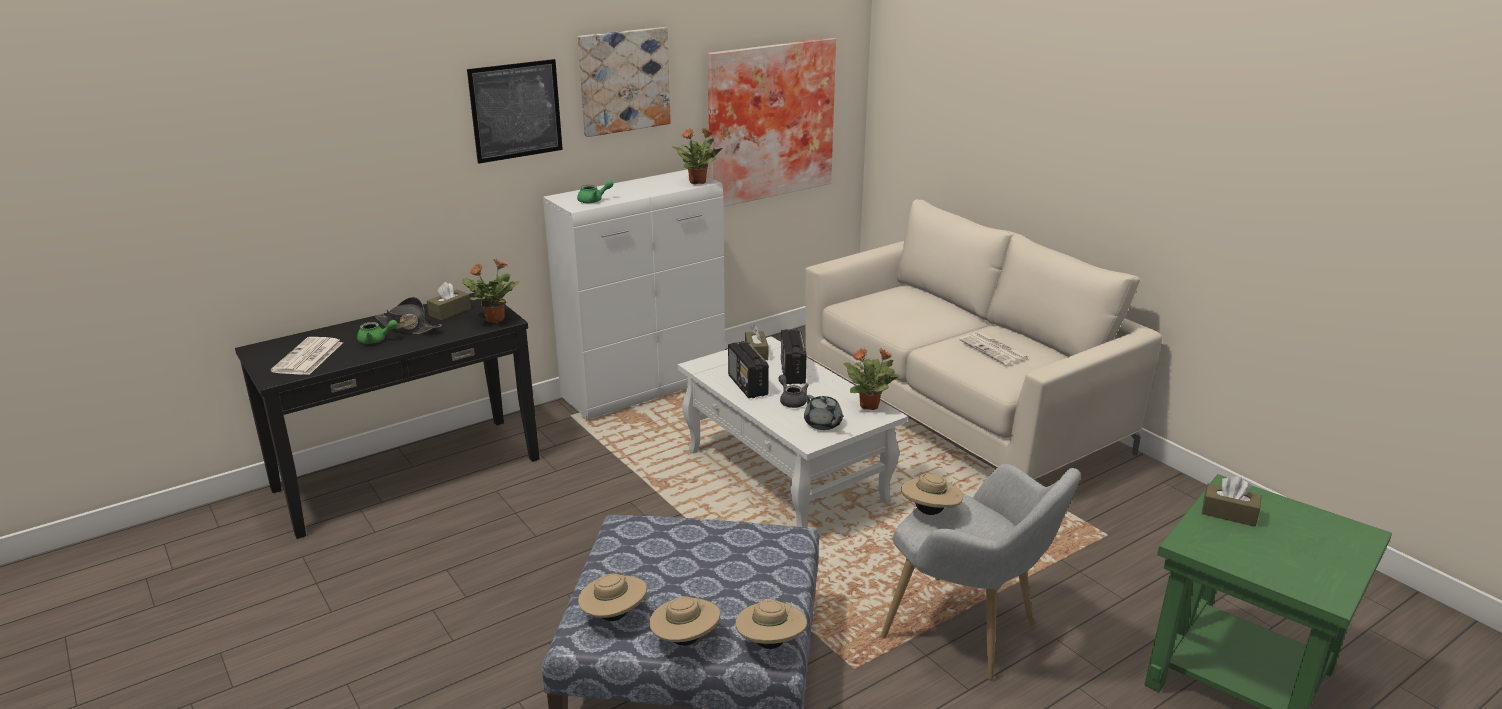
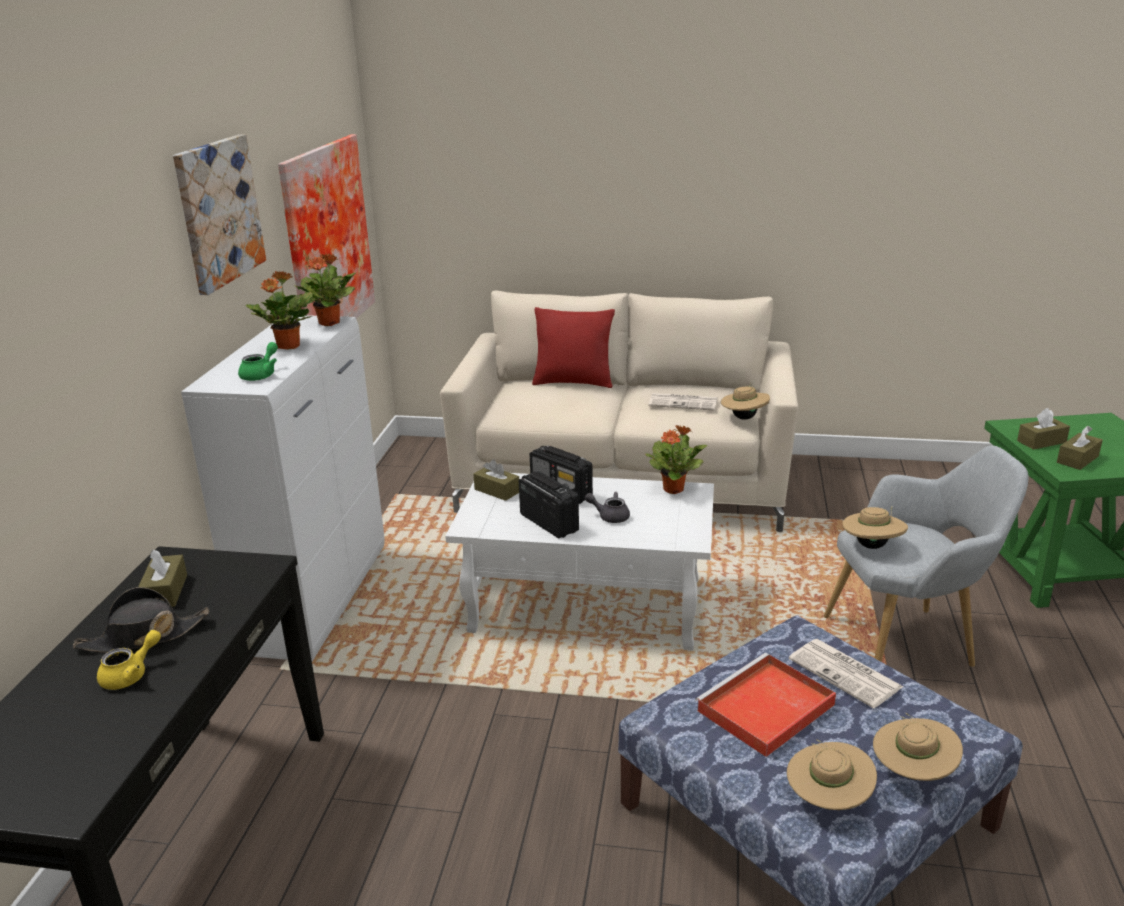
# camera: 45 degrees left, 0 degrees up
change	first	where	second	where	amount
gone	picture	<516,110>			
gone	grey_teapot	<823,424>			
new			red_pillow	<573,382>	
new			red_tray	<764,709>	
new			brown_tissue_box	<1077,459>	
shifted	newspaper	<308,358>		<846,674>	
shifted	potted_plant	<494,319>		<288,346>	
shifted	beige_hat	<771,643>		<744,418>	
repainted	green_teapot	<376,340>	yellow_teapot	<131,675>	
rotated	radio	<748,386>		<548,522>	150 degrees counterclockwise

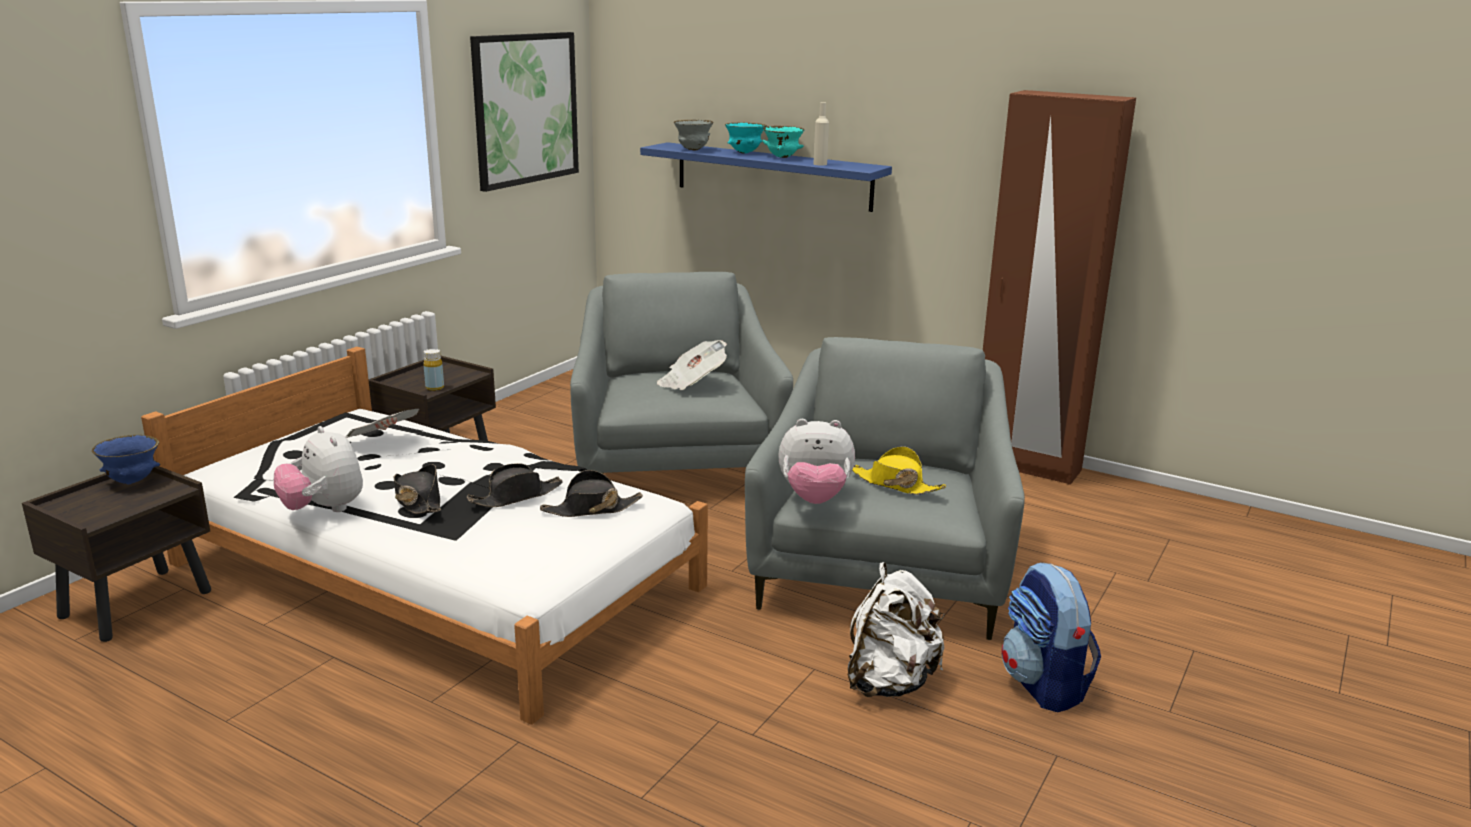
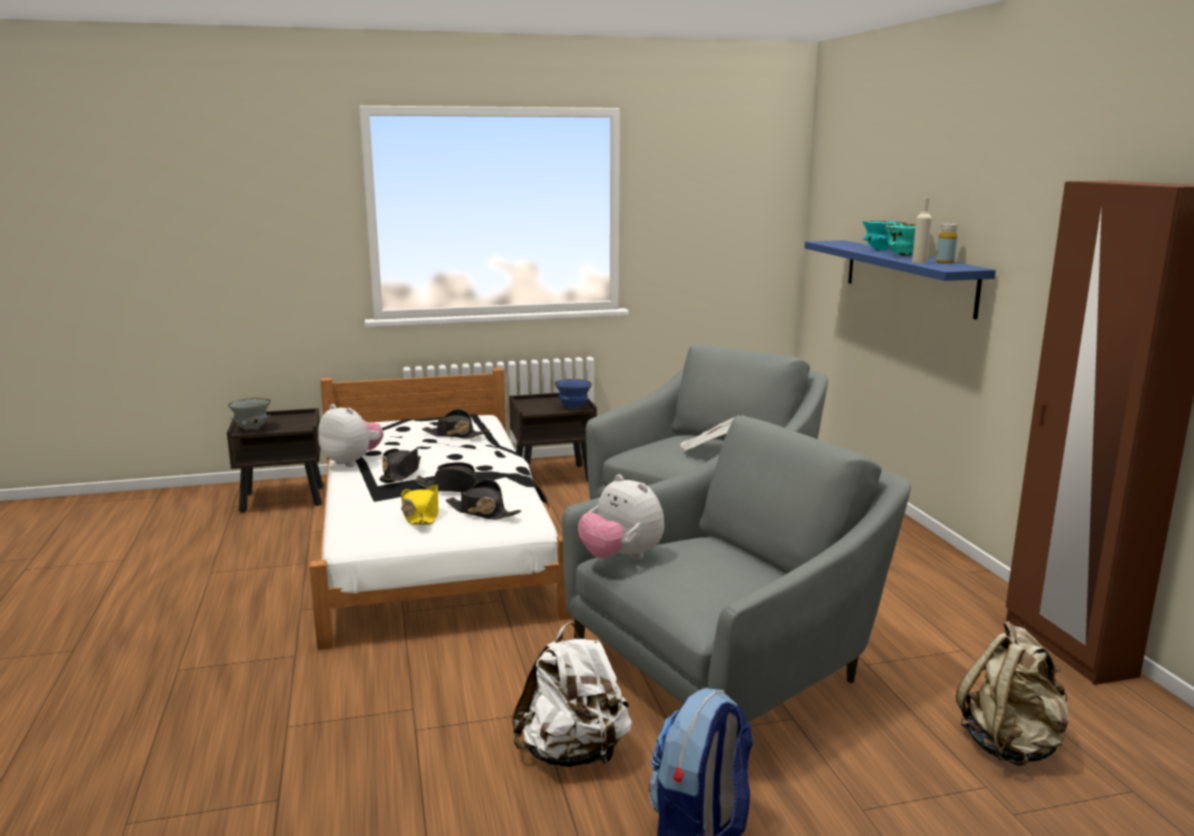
# camera: 45 degrees right, 5 degrees down
change	first	where	second	where	amount
gone	picture	<525,109>			
new			beige_backpack	<1011,745>	
shifted	blue_bowl	<132,481>		<573,407>	
shifted	yellow_bottle	<435,388>		<945,262>	
shifted	grey_bowl	<693,150>		<252,429>	
shifted	yellow_hat	<895,484>		<421,514>	
swapped	newspaper	<384,442>	black_hat	<455,435>	
rotated	plush_toy	<324,509>		<352,461>	120 degrees clockwise

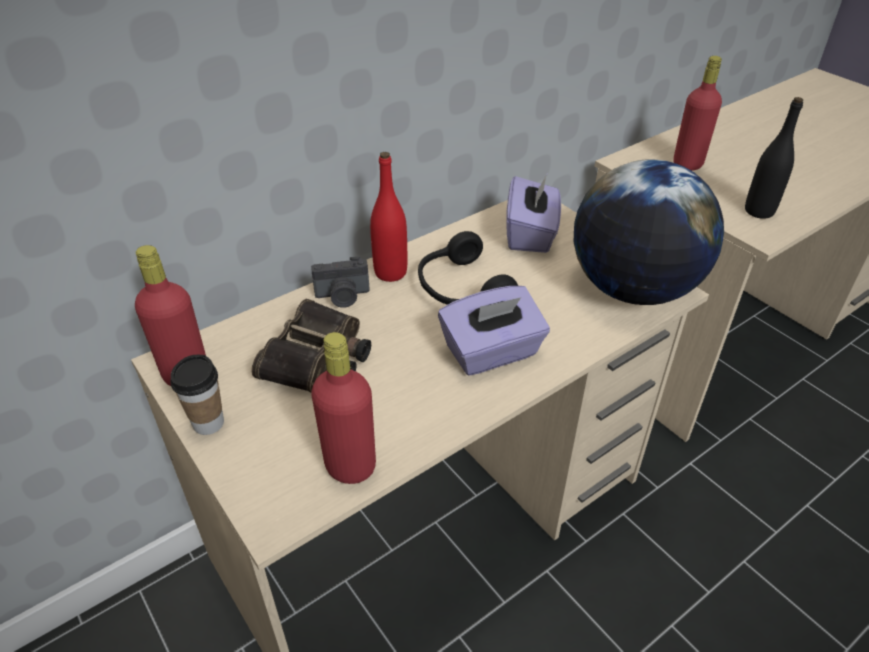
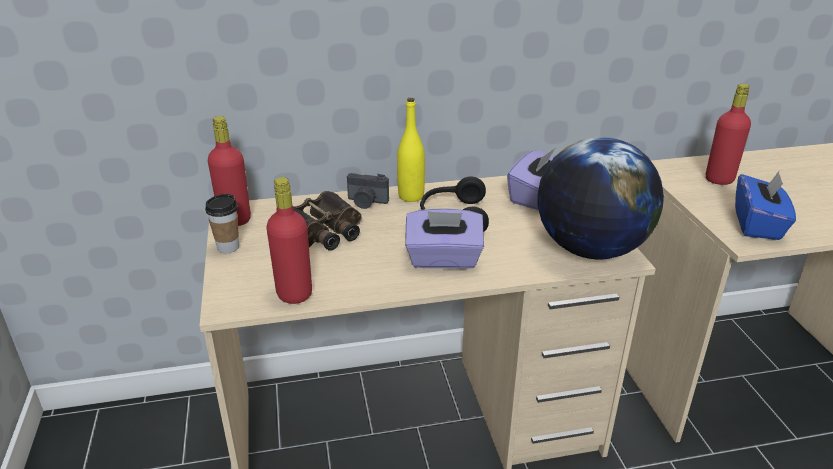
# camera: 25 degrees right, 10 degrees down
change	first	where	second	where	amount
swapped	black_bottle	<759,211>	blue_tissue_box	<758,225>	
repainted	red_bottle	<390,272>	yellow_bottle	<411,196>	

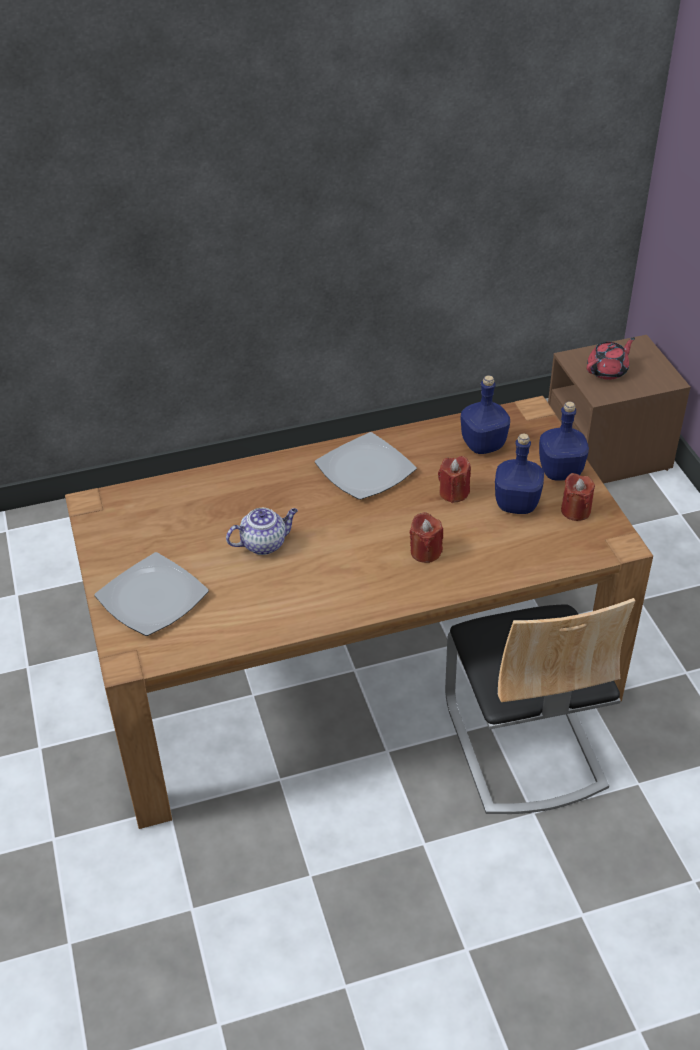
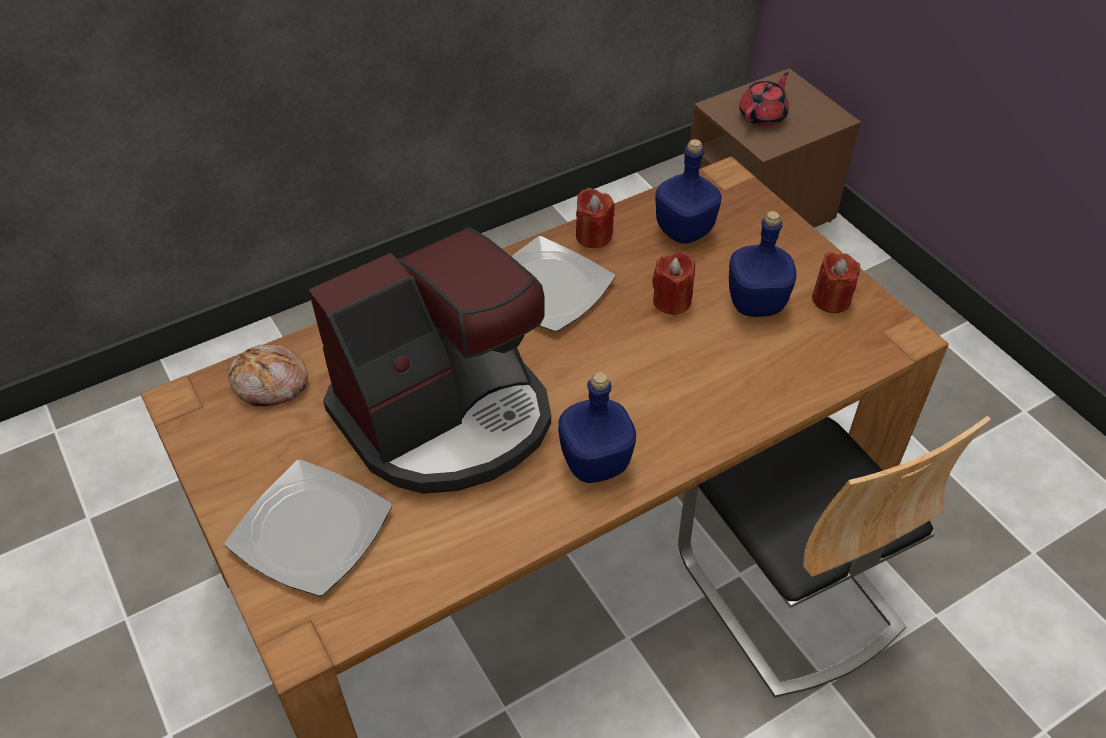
# camera: 15 degrees left, 5 degrees up
change	first	where	second	where	amount
new			bread	<270,384>	
shifted	red_candle	<425,552>		<593,236>	
shifted	blue_bottle	<560,472>		<596,464>	
swapped	teapot	<264,543>	coffee_machine	<446,417>	

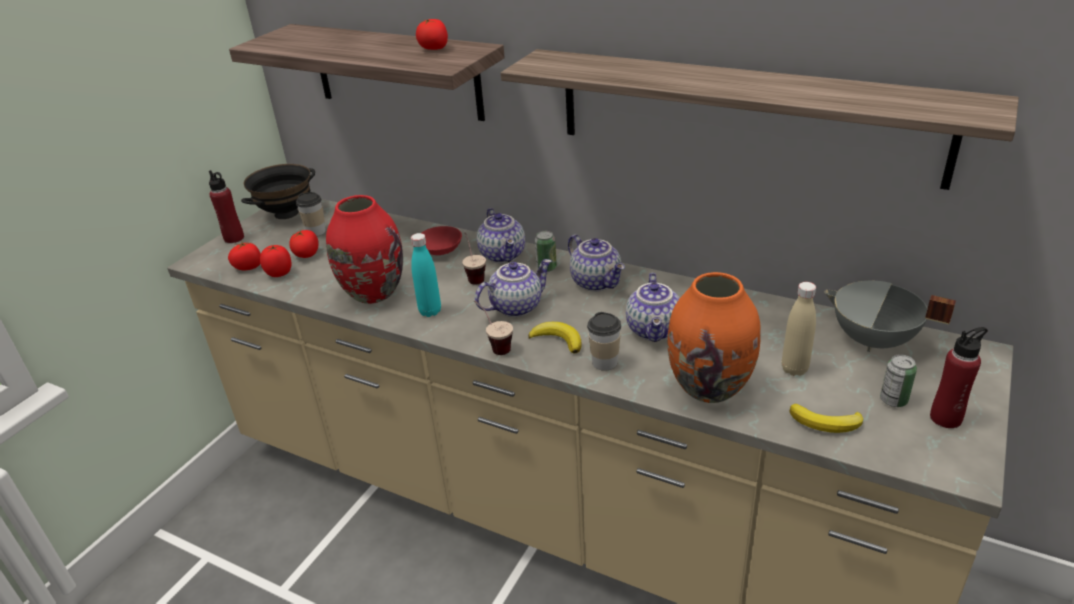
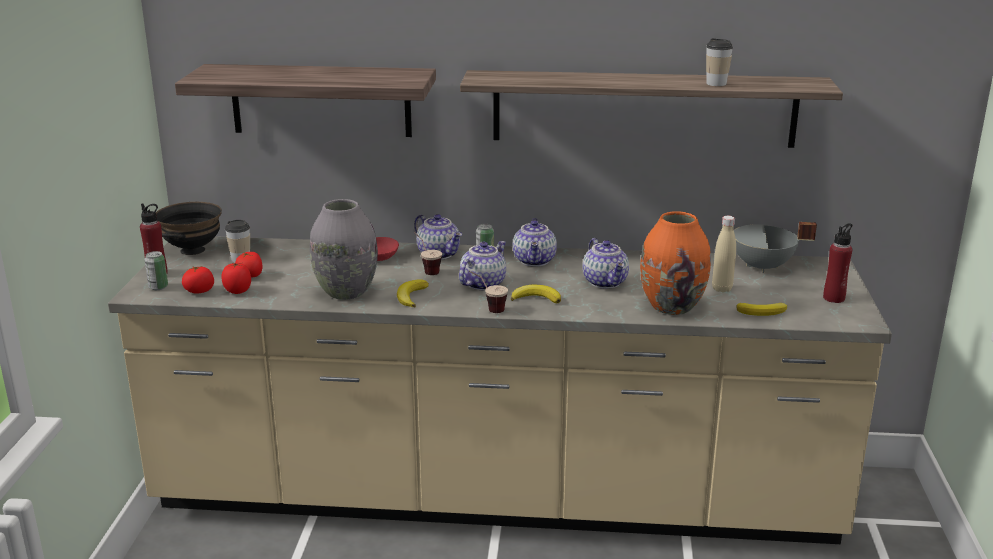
# camera: 25 degrees left, 10 degrees down
change	first	where	second	where	amount
gone	tomato	<434,49>			
shifted	cup	<604,362>		<716,83>	
shifted	can	<893,400>		<158,287>	
swapped	turquoise_bottle	<430,311>	banana	<411,296>	
repainted	red_vase	<373,292>	grey_vase	<345,292>	
rotated	teapot	<597,282>		<535,261>	60 degrees clockwise

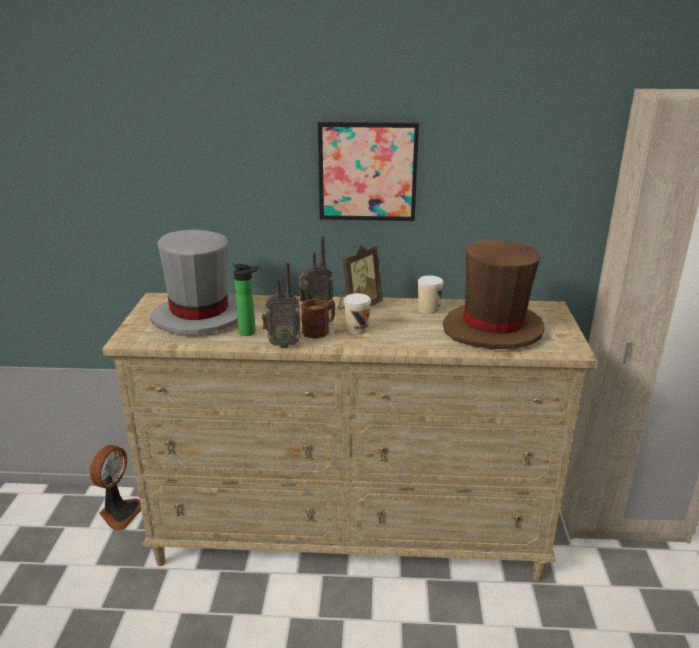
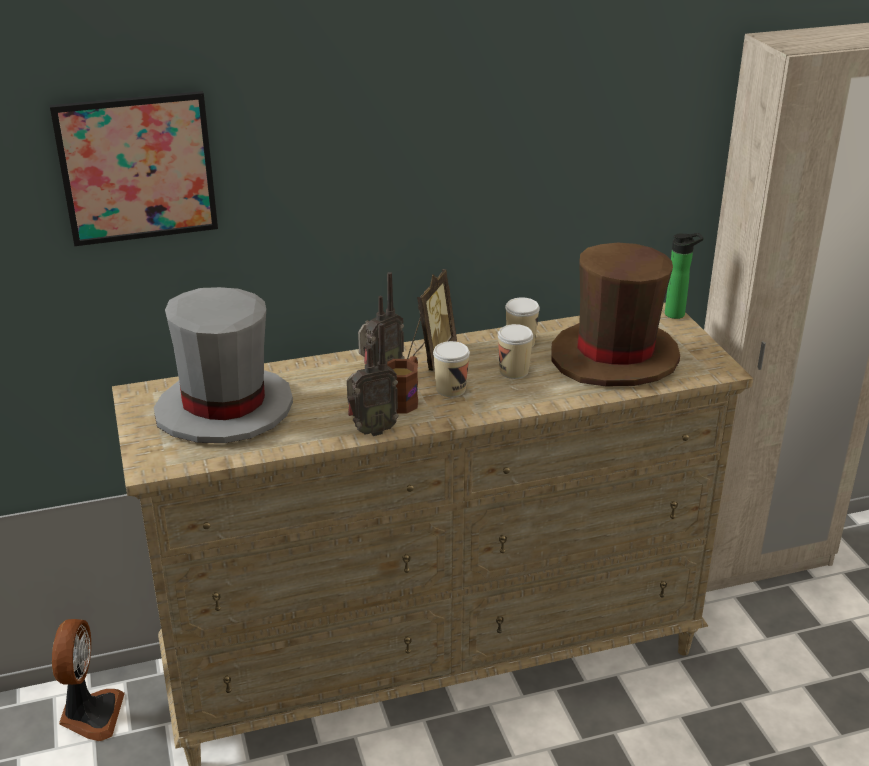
# camera: 20 degrees left, 5 degrees up
change	first	where	second	where	amount
new			cup	<514,371>	
shifted	bottle	<250,332>		<677,314>	
shifted	picture	<367,172>		<137,168>	

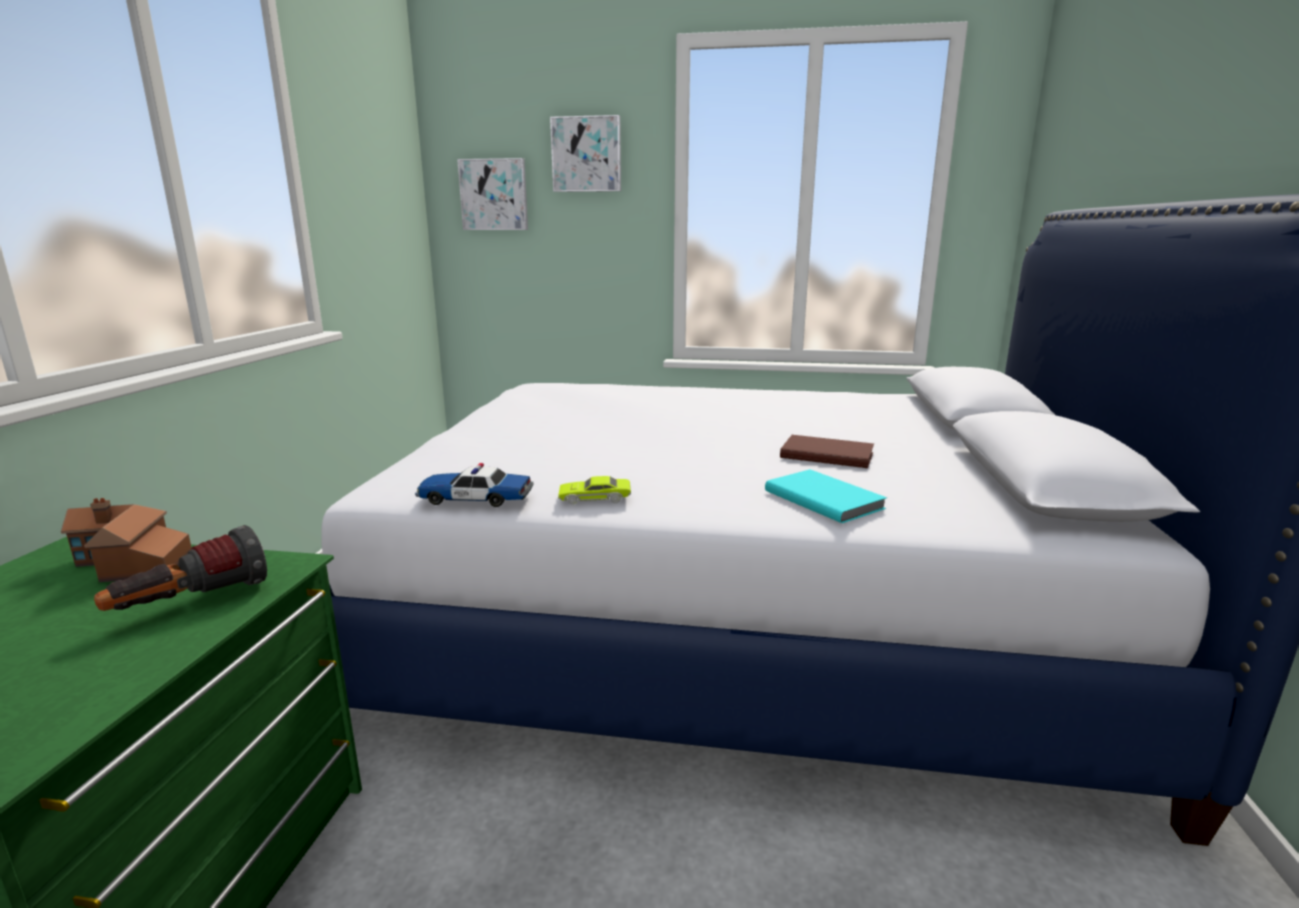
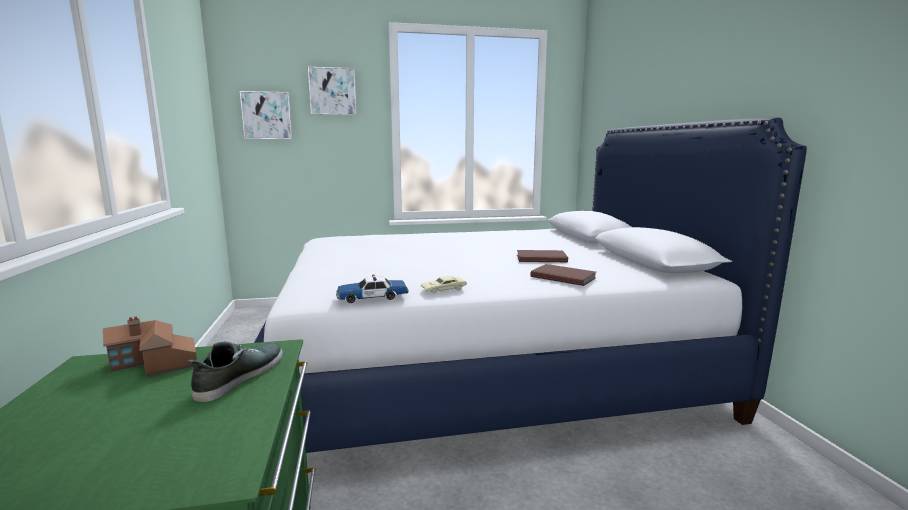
# camera: 20 degrees left, 5 degrees down
change	first	where	second	where	amount
swapped	flashlight	<191,604>	shoe	<239,376>	
repainted	green_toy_car	<595,498>	beige_toy_car	<443,289>	
repainted	turquoise_book	<824,499>	brown_book	<563,277>	

